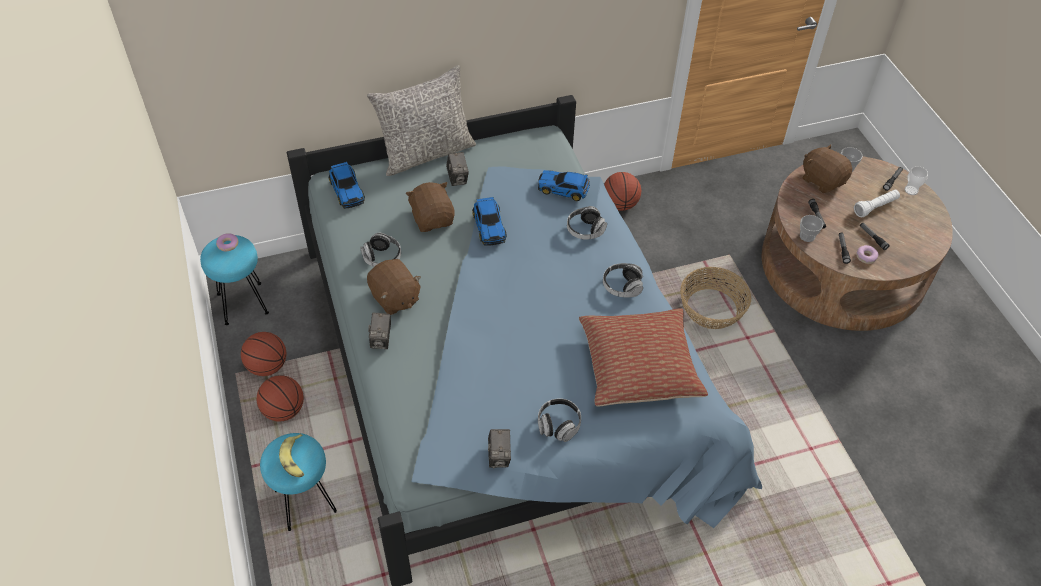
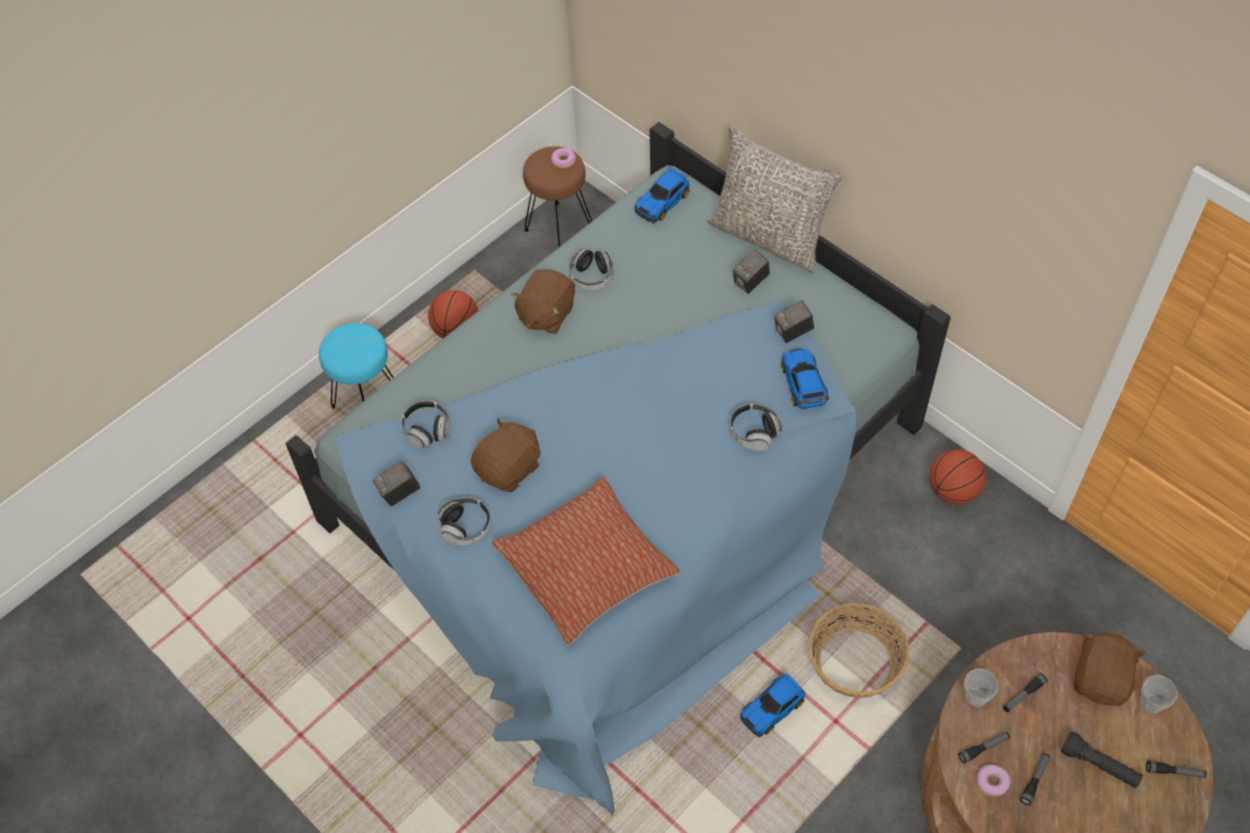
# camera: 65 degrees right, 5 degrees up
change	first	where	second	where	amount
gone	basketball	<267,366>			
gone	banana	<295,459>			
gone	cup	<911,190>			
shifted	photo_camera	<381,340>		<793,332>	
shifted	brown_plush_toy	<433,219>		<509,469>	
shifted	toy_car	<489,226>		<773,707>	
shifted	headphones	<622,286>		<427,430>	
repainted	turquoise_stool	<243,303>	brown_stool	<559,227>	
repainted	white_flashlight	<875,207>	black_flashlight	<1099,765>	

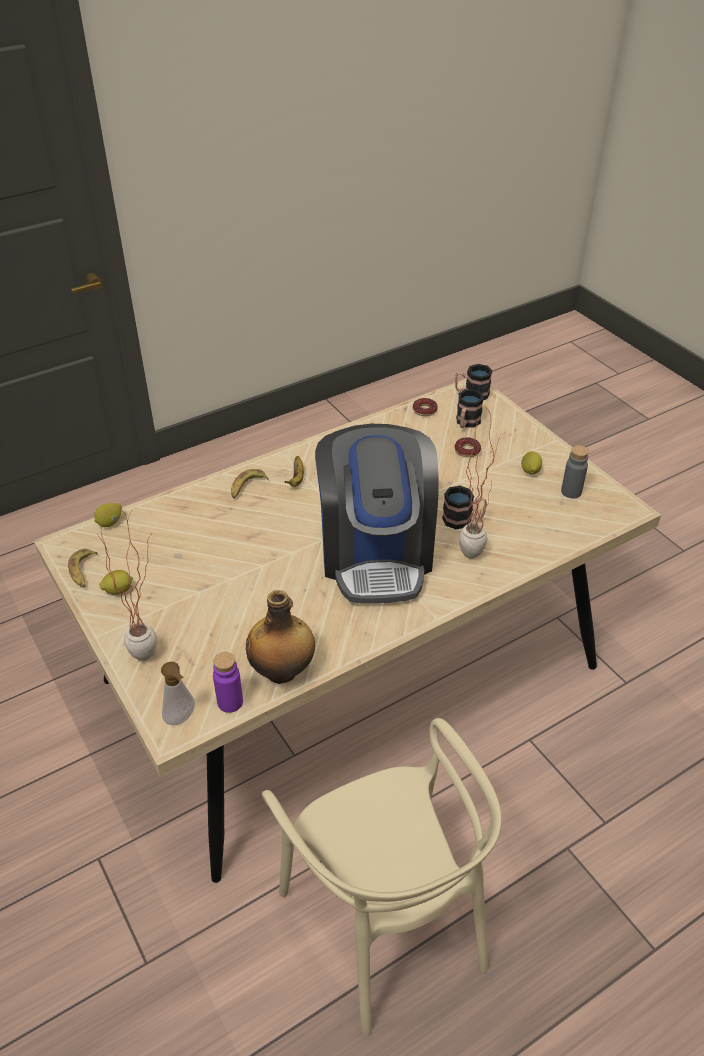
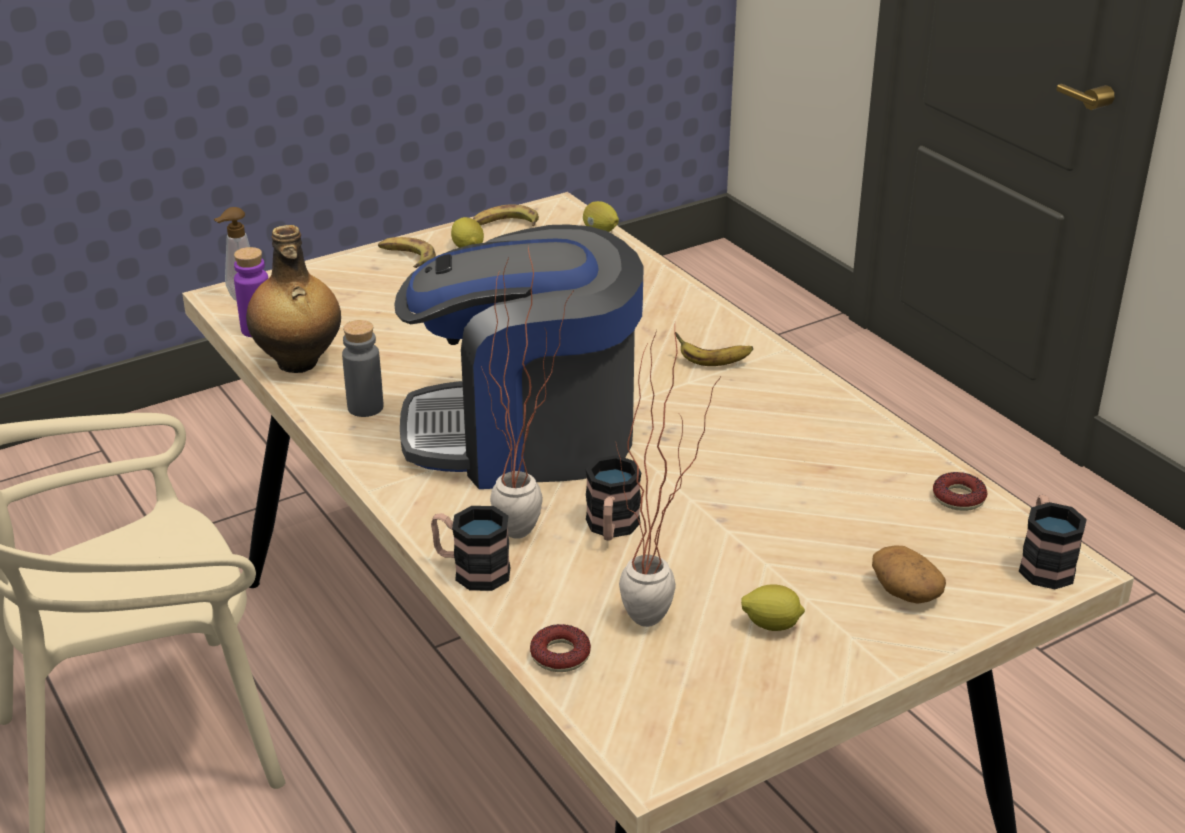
# camera: 90 degrees right, 10 degrees down
change	first	where	second	where	amount
new			potato	<904,591>	
shifted	potted_plant	<151,649>		<660,626>	
shifted	banana	<247,487>		<406,258>	
shifted	donut	<467,450>		<560,655>	
shifted	mug	<466,423>		<471,570>	
shifted	grey_bottle	<571,492>		<365,407>	

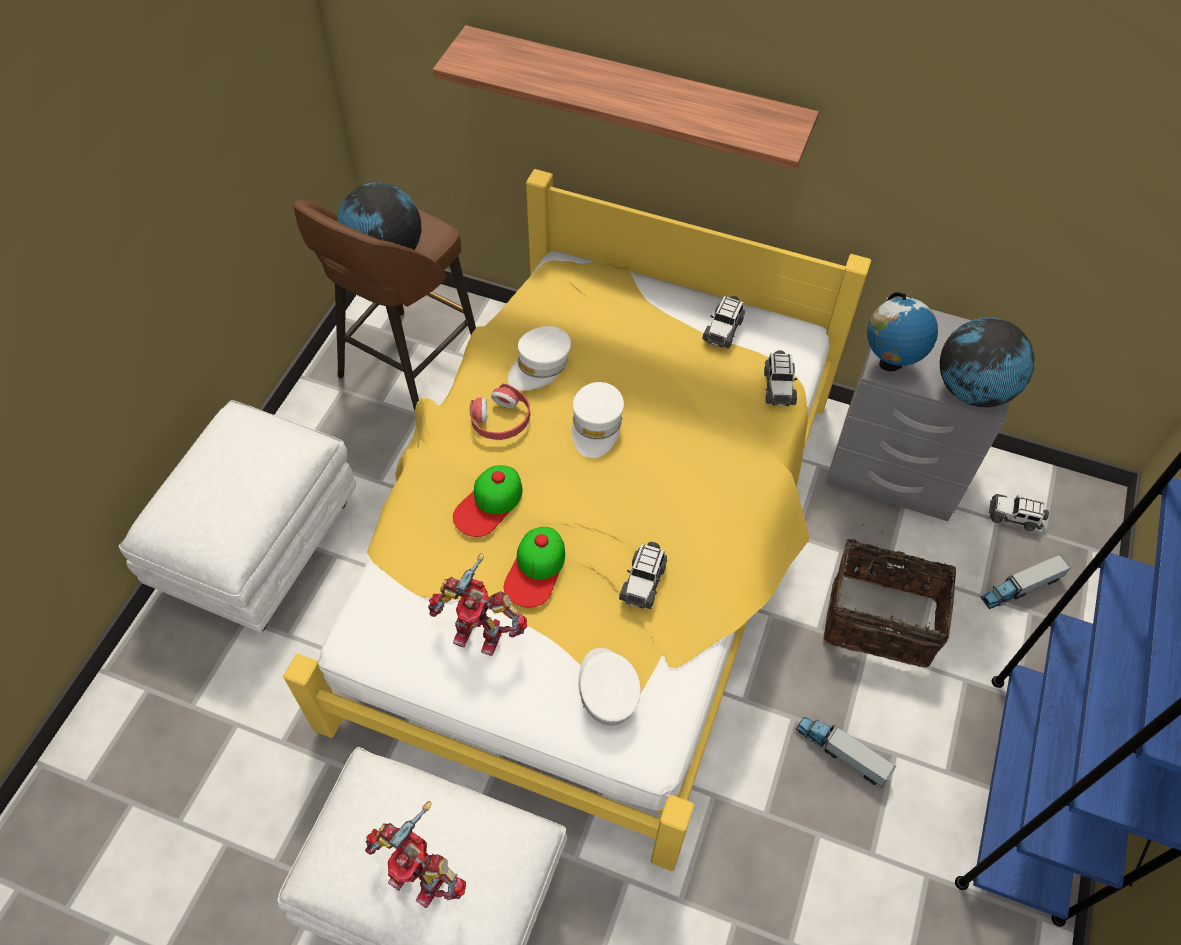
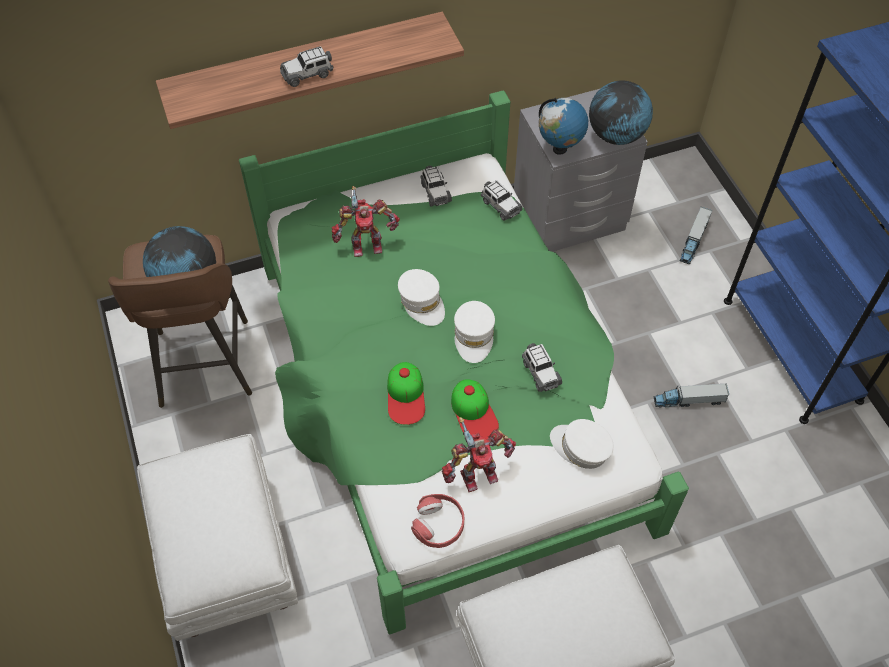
# camera: 40 degrees left, 0 degrees up
change	first	where	second	where	amount
gone	basket	<880,617>			
shifted	toy_robot	<420,875>		<366,244>	
shifted	red_headphones	<501,420>		<439,524>	
shifted	white_cap	<540,366>		<474,336>	
shifted	toy_car	<1014,516>		<307,74>	
repainted	yellow_bed	<592,553>	green_bed	<448,395>	

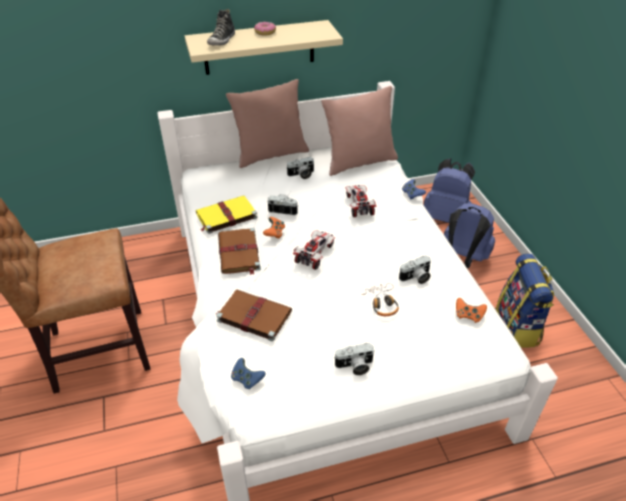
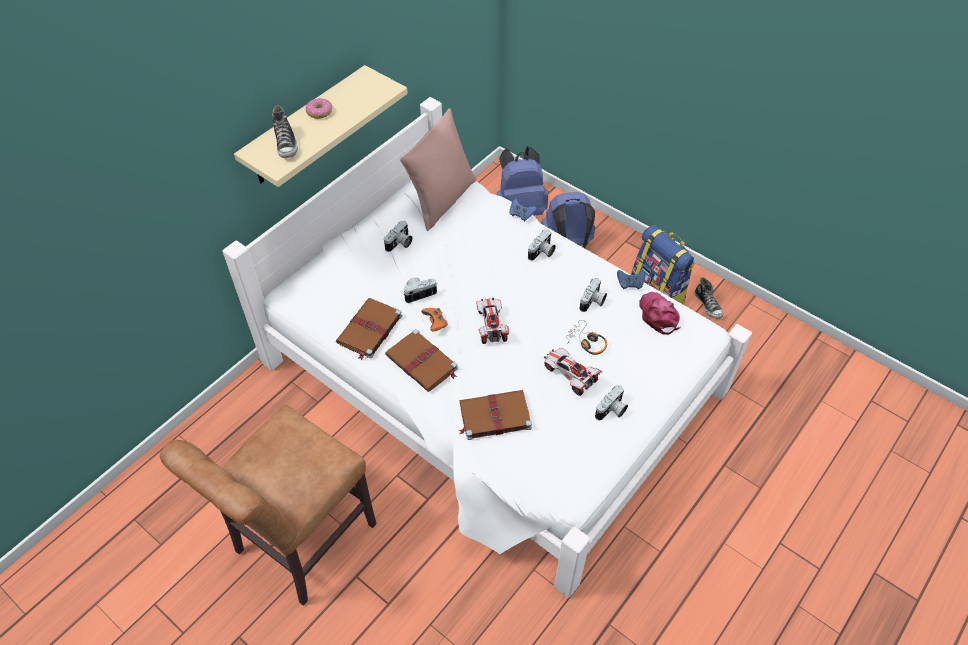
# camera: 35 degrees left, 10 degrees up
change	first	where	second	where	amount
gone	pink_pillow	<271,154>			
new			photo_camera	<542,253>	
new			shoe	<708,305>	
shifted	blue_game_controller	<247,379>		<630,284>	
shifted	toy_car	<359,206>		<570,376>	
swapped	orange_game_controller	<468,315>	pink_cap	<658,315>	
repainted	yellow_book	<225,216>	brown_book	<369,330>	

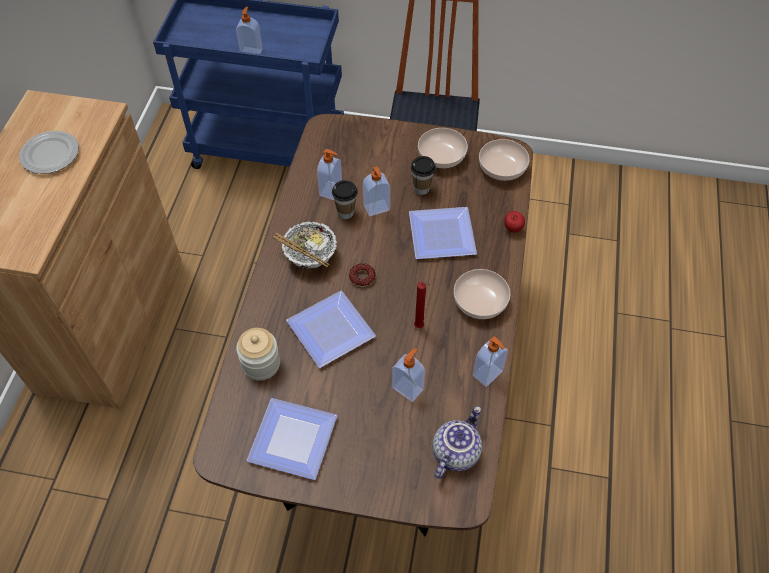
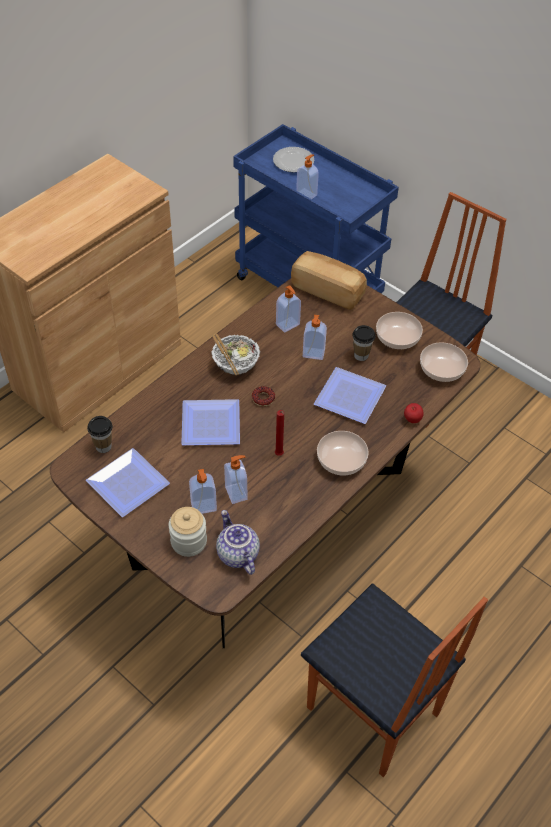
# camera: 30 degrees right, 5 degrees down
change	first	where	second	where	amount
new			bread	<328,290>	
new			chair	<372,713>	
shifted	plate	<51,155>		<293,162>	
shifted	jar	<261,364>		<189,541>	
shifted	cup	<345,213>		<103,446>	
shifted	soap_dispenser	<488,374>		<204,507>	
rotated	teapot	<455,452>		<236,554>	90 degrees counterclockwise

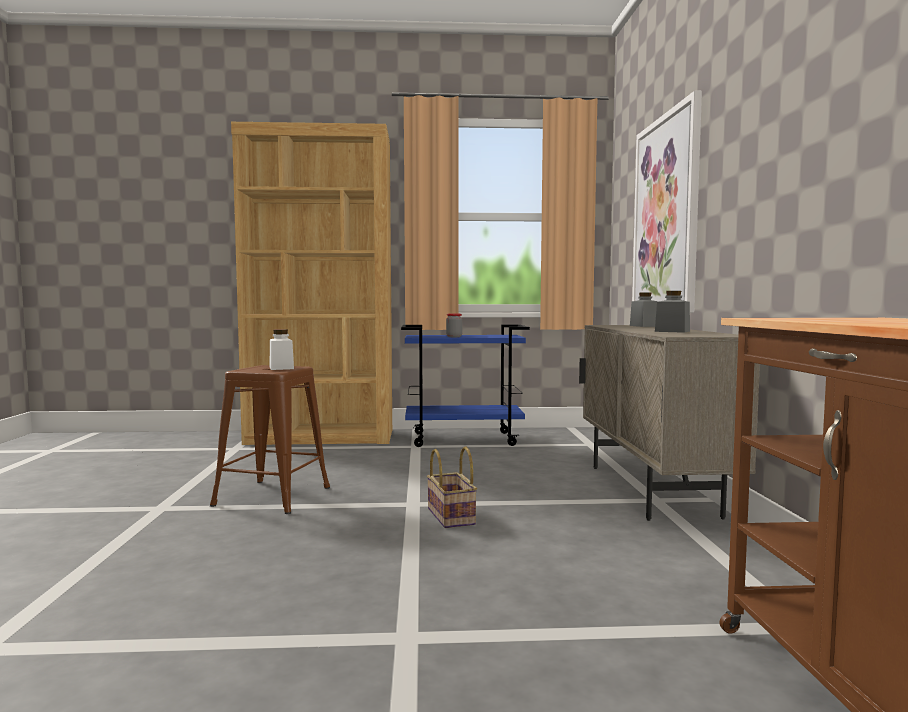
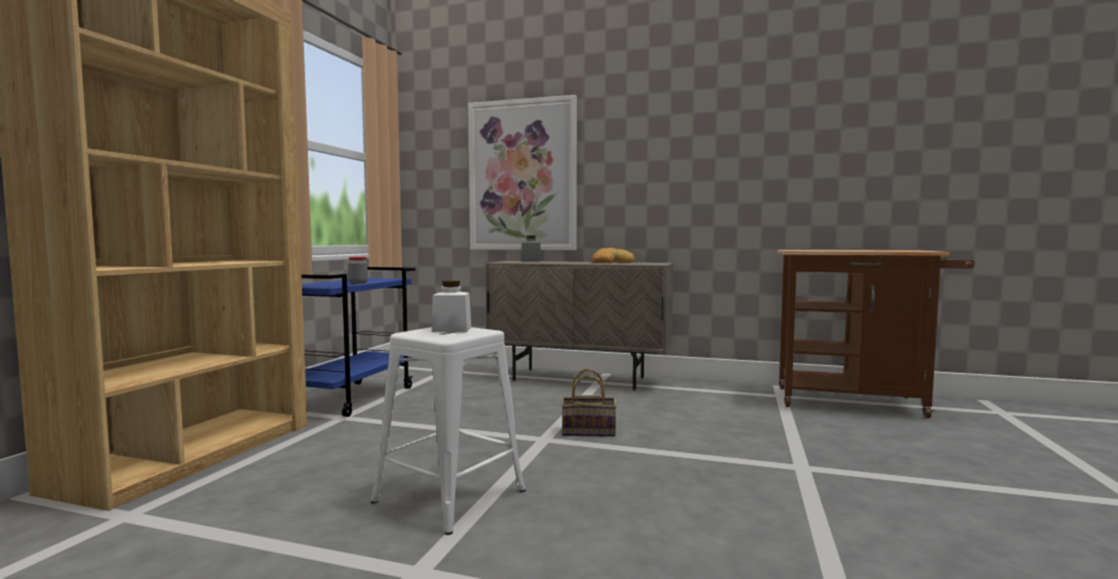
# camera: 70 degrees left, 0 degrees up
change	first	where	second	where	amount
swapped	grey_jar	<672,331>	bread	<611,263>	
repainted	brown_stool	<273,496>	white_stool	<450,495>	

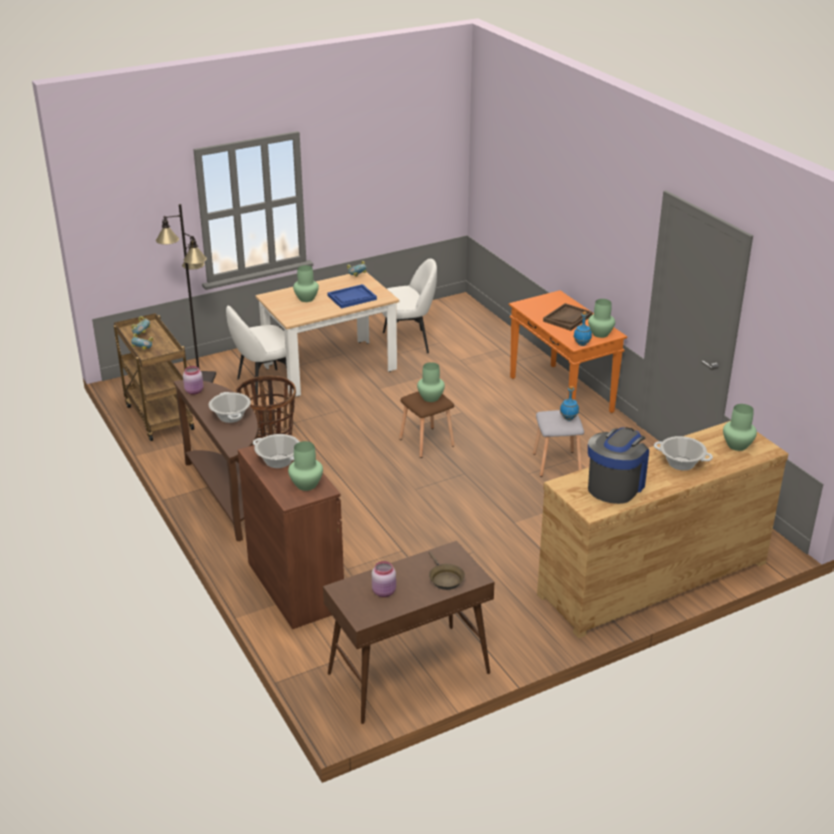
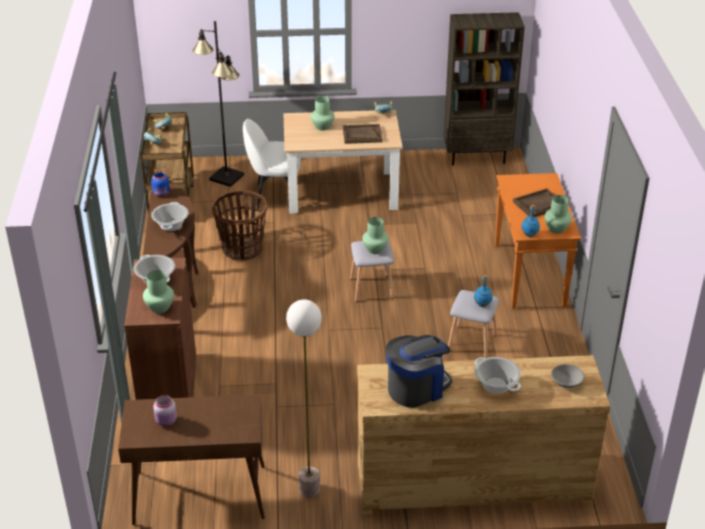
# camera: 25 degrees right, 5 degrees up
change	first	where	second	where	amount
gone	white_chair	<407,342>			
gone	brown_frying_pan	<445,579>			
new			floor_lamp	<309,489>	
new			brown_bookcase	<477,157>	
swapped	green_vase	<736,445>	grey_bowl	<566,382>	
repainted	pink_jar	<194,391>	blue_jar	<161,194>	
repainted	blue_tray	<352,298>	brown_tray	<362,135>	
repainted	brown_stool	<427,442>	grey_stool	<372,288>	

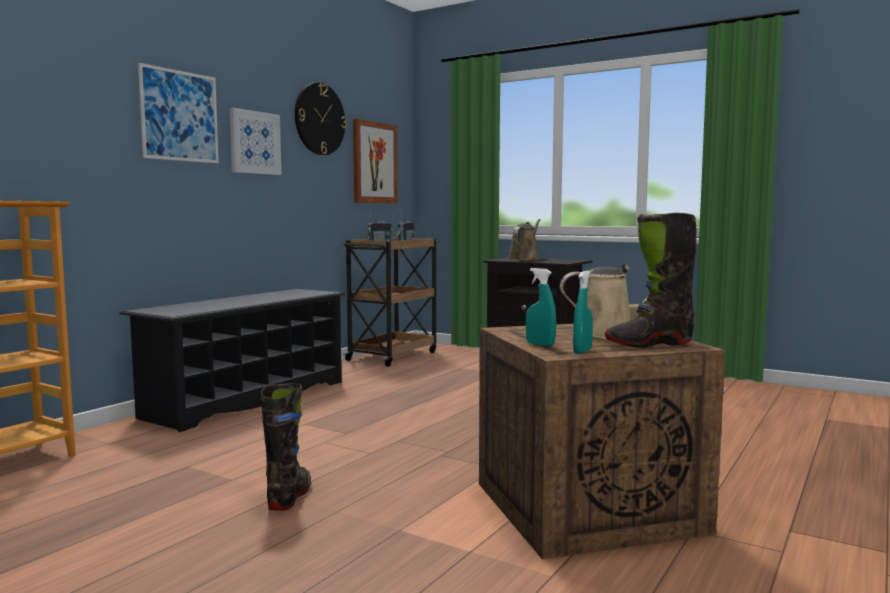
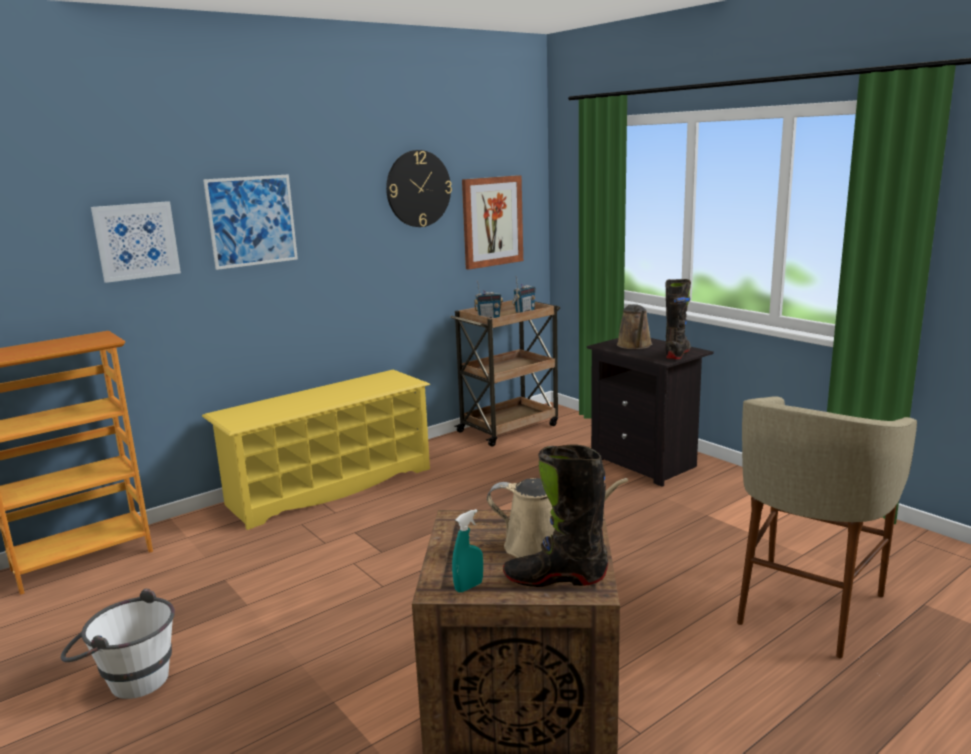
# camera: 20 degrees right, 10 degrees up
change	first	where	second	where	amount
gone	turquoise_spray_bottle	<540,344>			
new			white_bucket	<128,680>	
new			beige_stool	<806,608>	
shifted	picture	<254,142>		<136,241>	
shifted	black_boot	<290,497>		<677,354>	
repainted	black_shoe_rack	<247,399>	yellow_shoe_rack	<330,486>	
rotated	brown_watering_can	<524,259>		<635,346>	135 degrees clockwise

